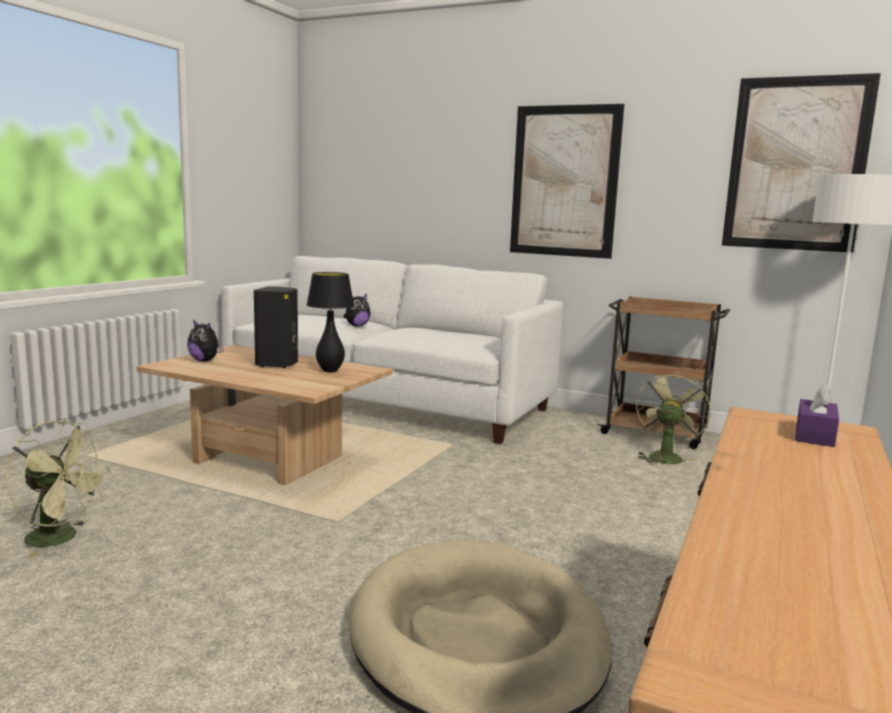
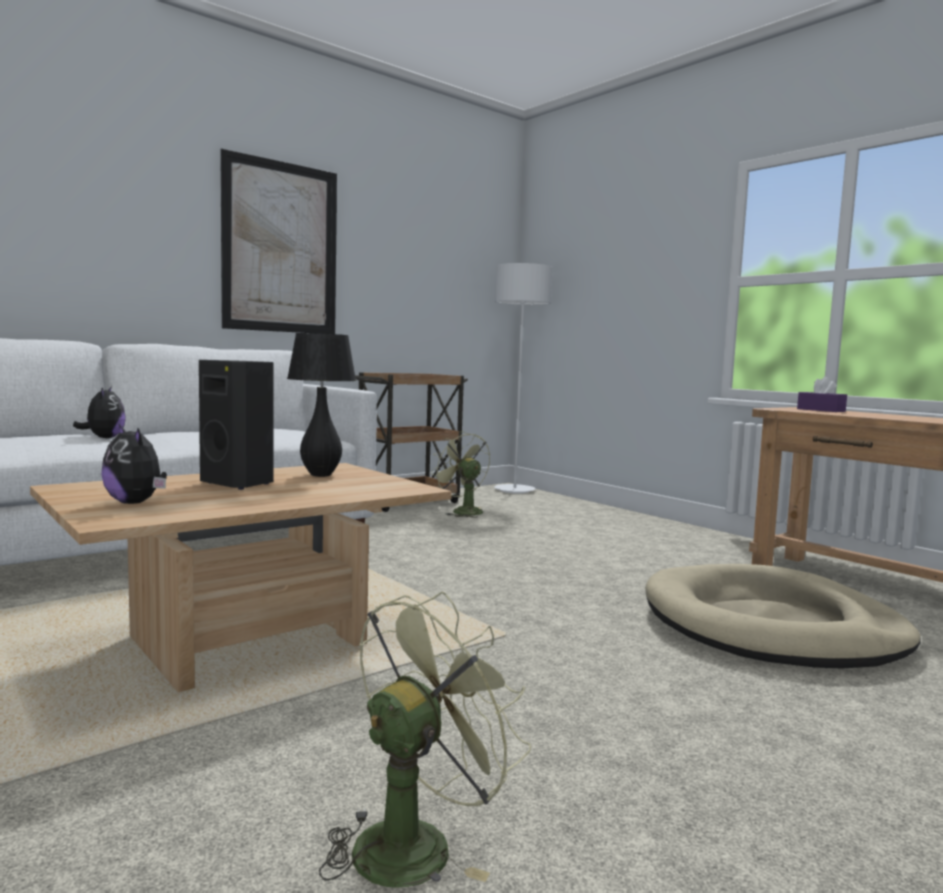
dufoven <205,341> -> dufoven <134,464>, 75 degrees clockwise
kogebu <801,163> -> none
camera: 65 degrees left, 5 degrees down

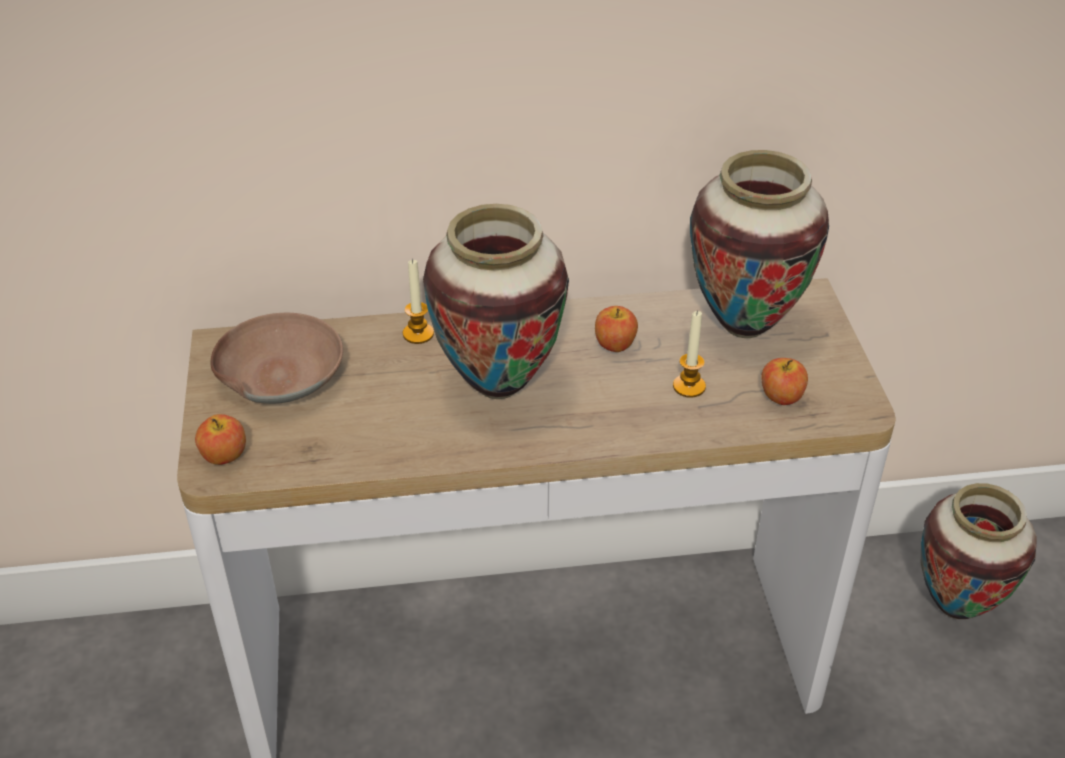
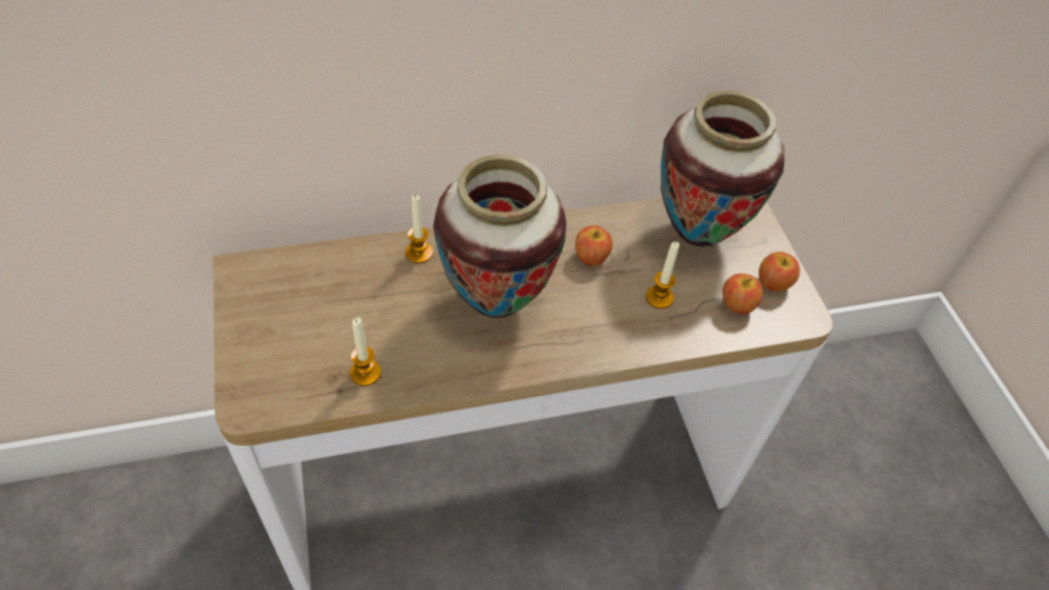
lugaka <220,439> -> lugaka <779,272>, shifted
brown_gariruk <276,358> -> none
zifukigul <979,551> -> none
none -> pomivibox <365,351>
camera: 10 degrees left, 10 degrees up

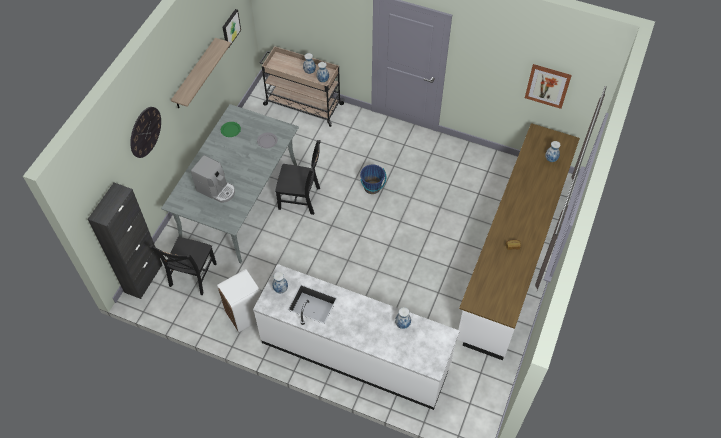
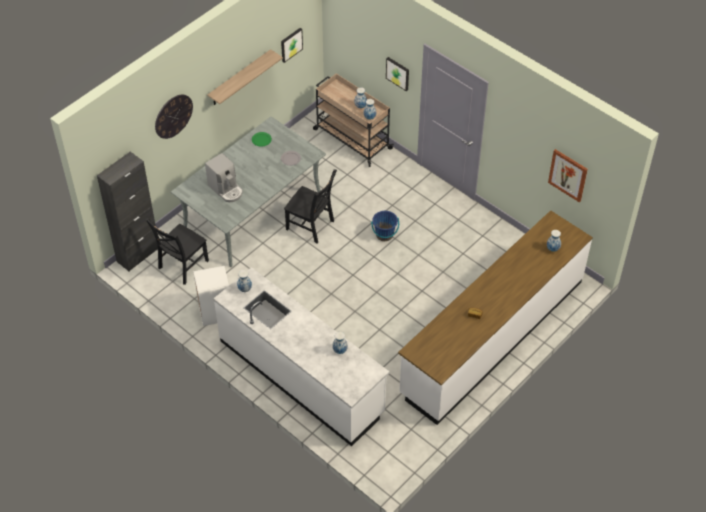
none -> kogebu <397,74>
camera: 20 degrees right, 5 degrees down

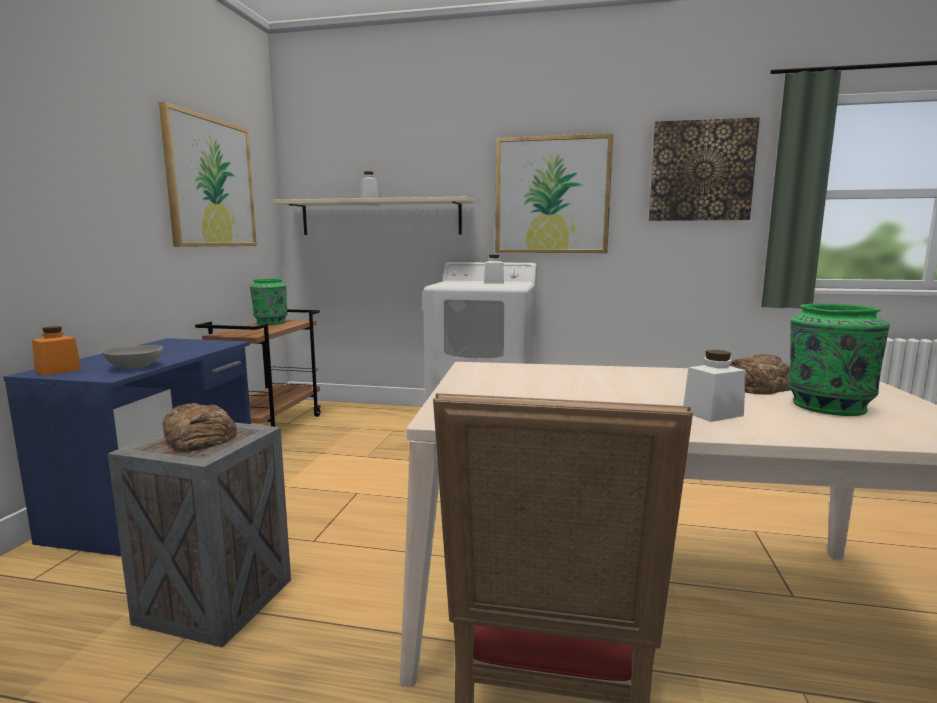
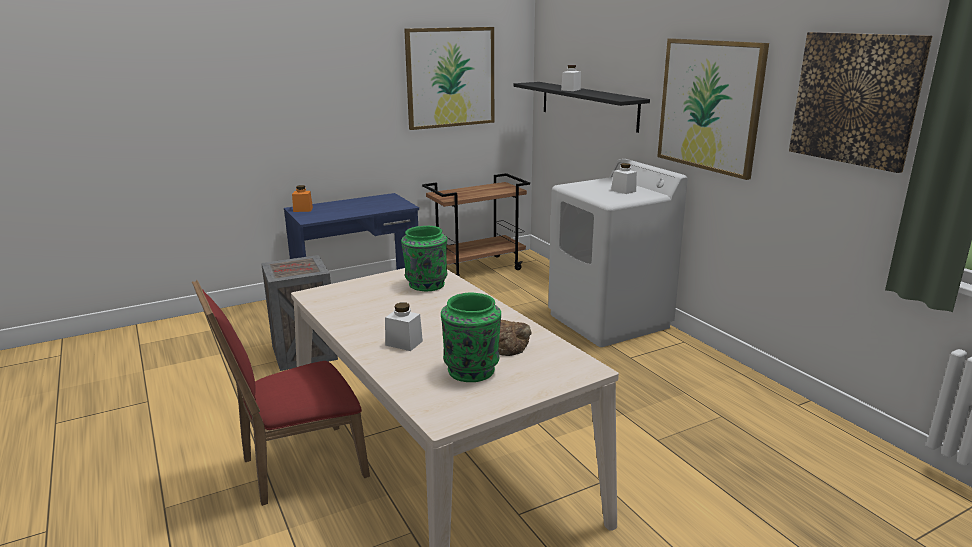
grey_gariruk <133,356> -> none
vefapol <200,427> -> none
green_zifukigul <269,301> -> green_zifukigul <424,258>, shifted
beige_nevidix <373,216> -> black_nevidix <581,107>
camera: 50 degrees right, 10 degrees up

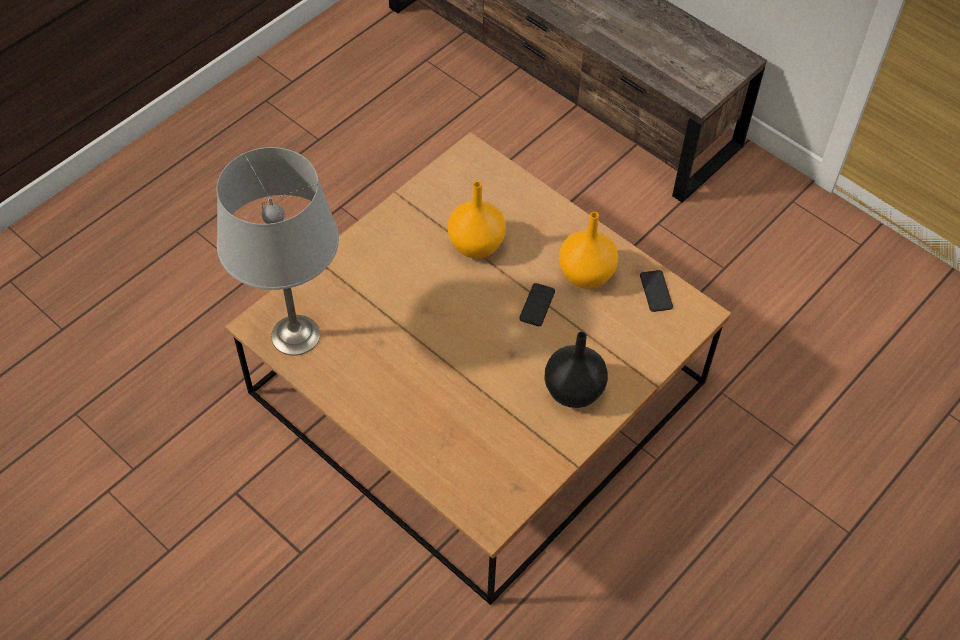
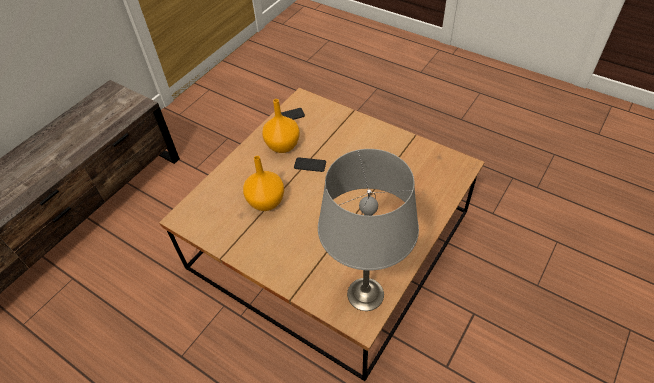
black_zifukigul <576,370> -> none
camera: 95 degrees left, 5 degrees down

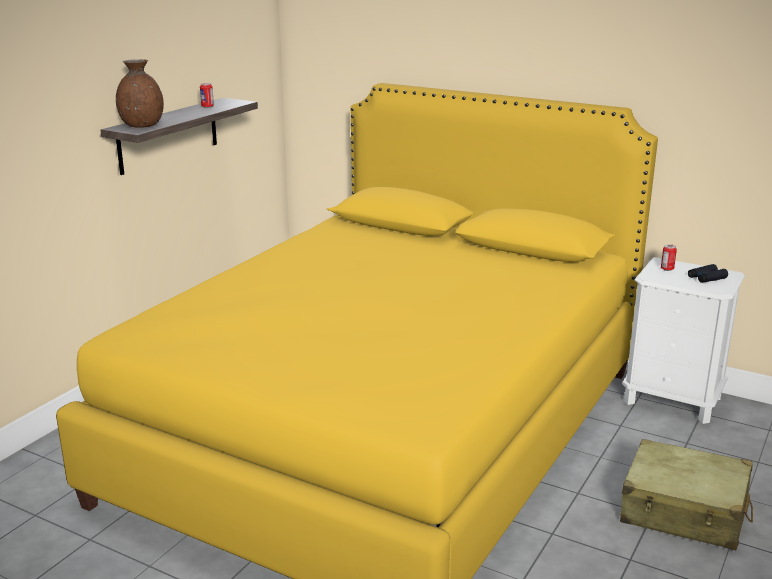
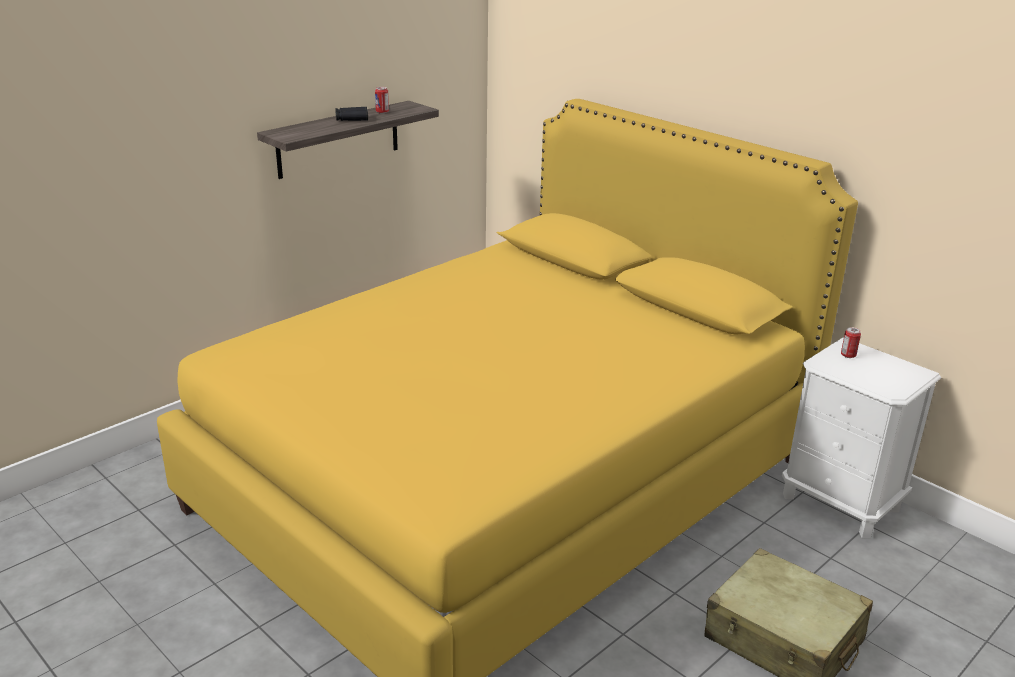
brown_zifukigul <140,93> -> none
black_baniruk <708,273> -> black_baniruk <351,114>, shifted
camera: 15 degrees right, 5 degrees up

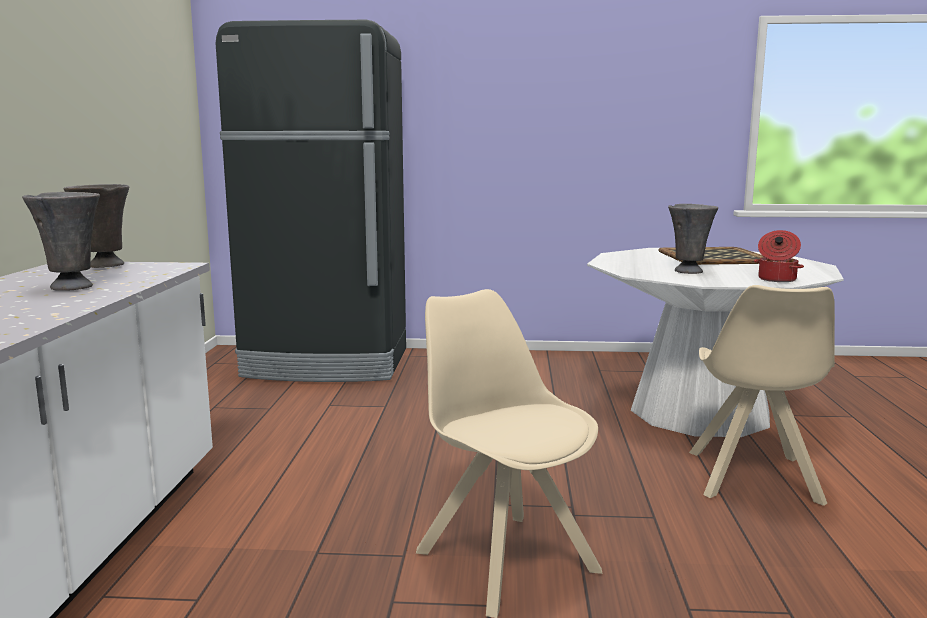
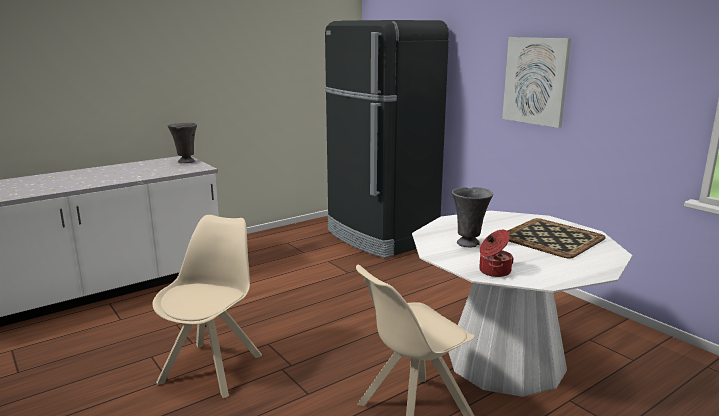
grey_zifukigul <61,241> -> none
none -> kogebu <536,82>
camera: 50 degrees right, 5 degrees up

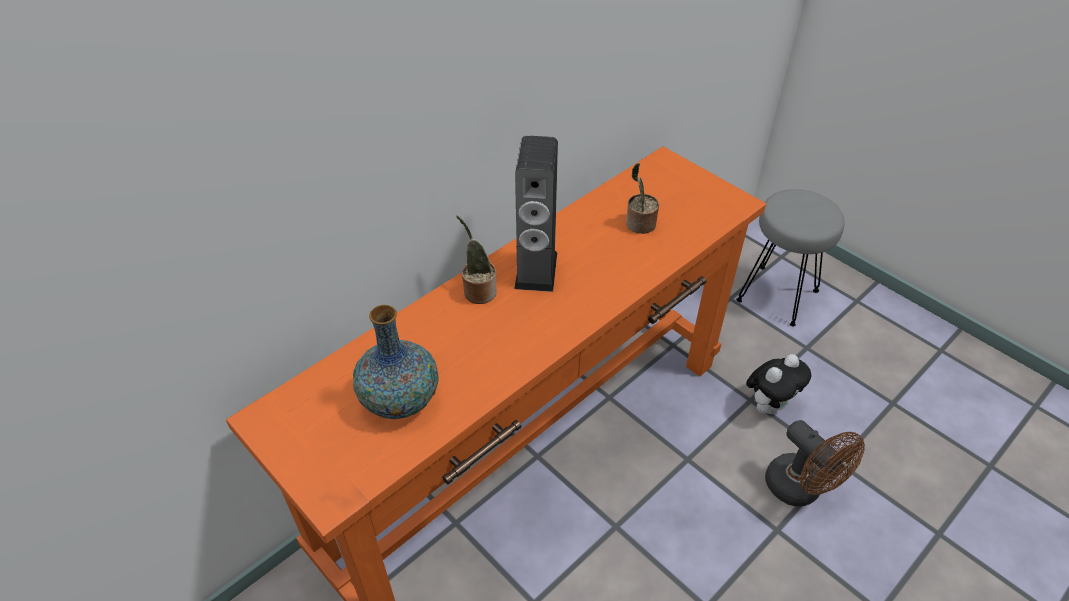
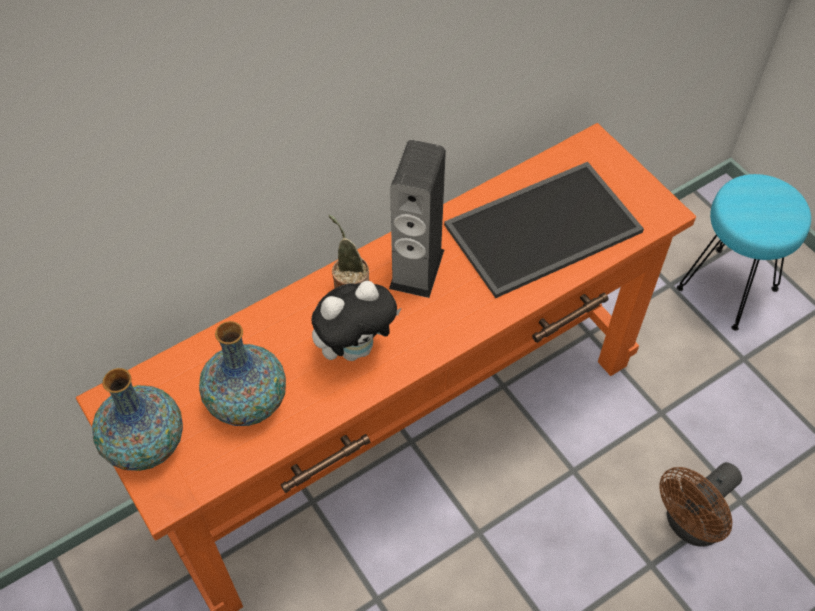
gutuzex <642,198> -> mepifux <544,230>
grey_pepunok <790,257> -> turquoise_pepunok <744,252>
dufoven <778,384> -> dufoven <356,321>, shifted
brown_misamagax <815,463> -> brown_misamagax <700,504>, 75 degrees clockwise
none -> zifukigul <137,419>
camera: 10 degrees right, 10 degrees up

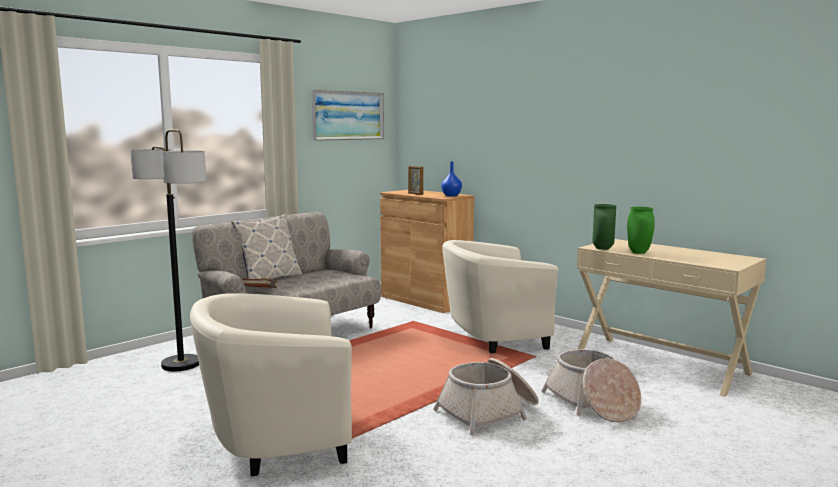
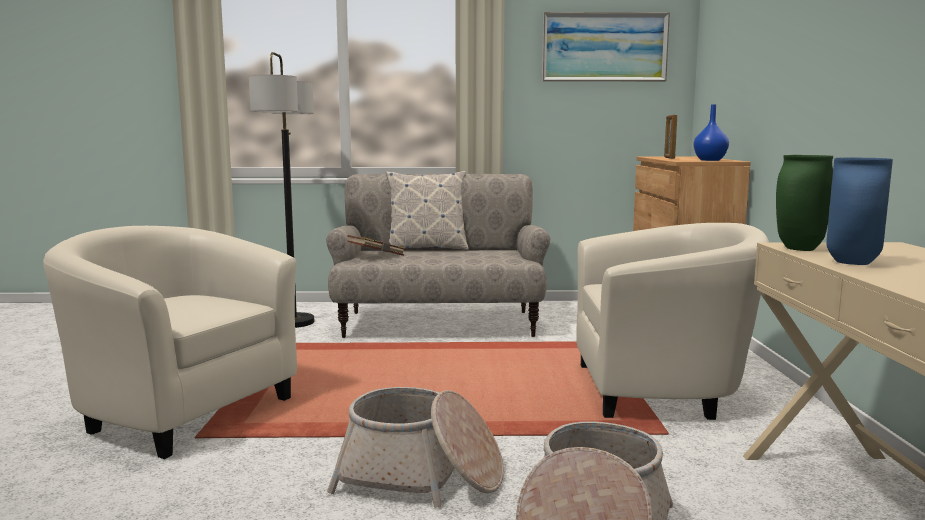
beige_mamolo <500,296> -> beige_mamolo <672,321>, 150 degrees clockwise
green_zifukigul <641,230> -> blue_zifukigul <859,211>
camera: 45 degrees right, 0 degrees up

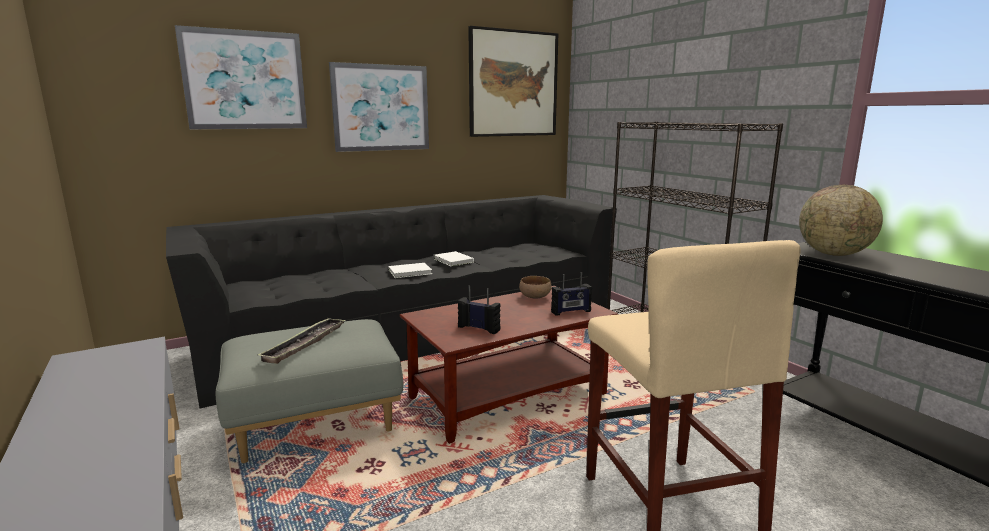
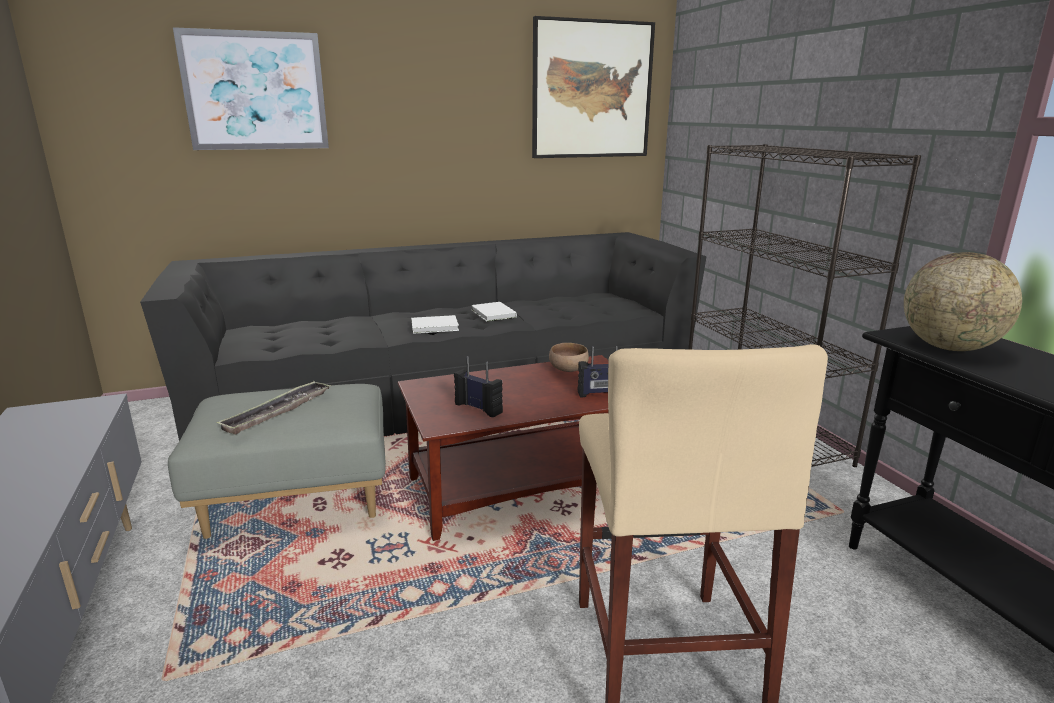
kogebu <379,107> -> none
camera: 10 degrees right, 5 degrees up

